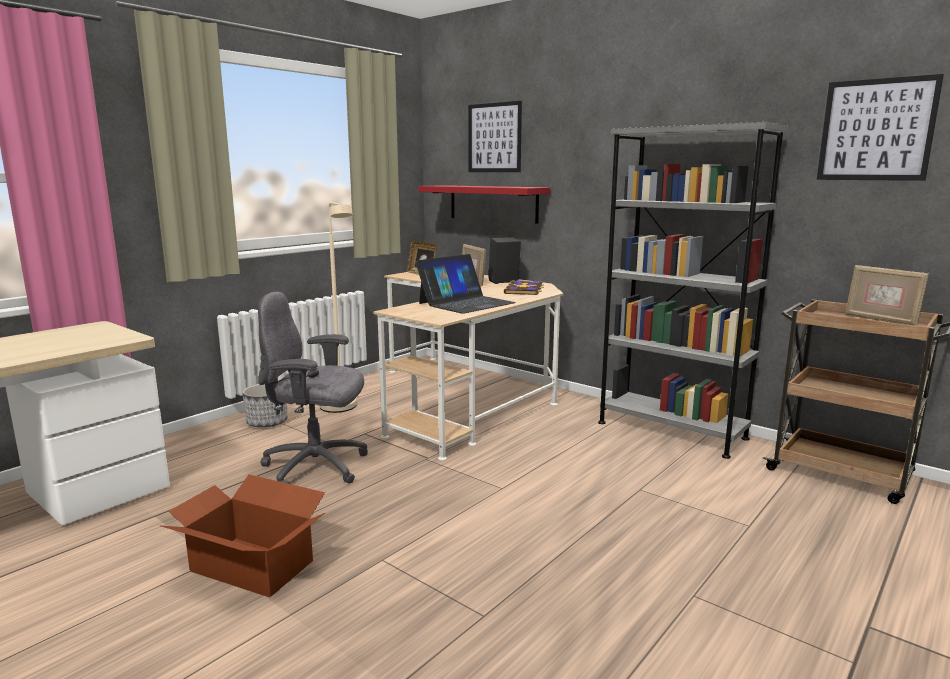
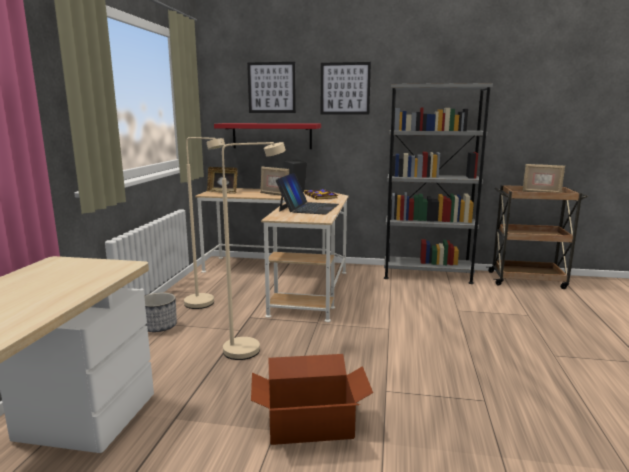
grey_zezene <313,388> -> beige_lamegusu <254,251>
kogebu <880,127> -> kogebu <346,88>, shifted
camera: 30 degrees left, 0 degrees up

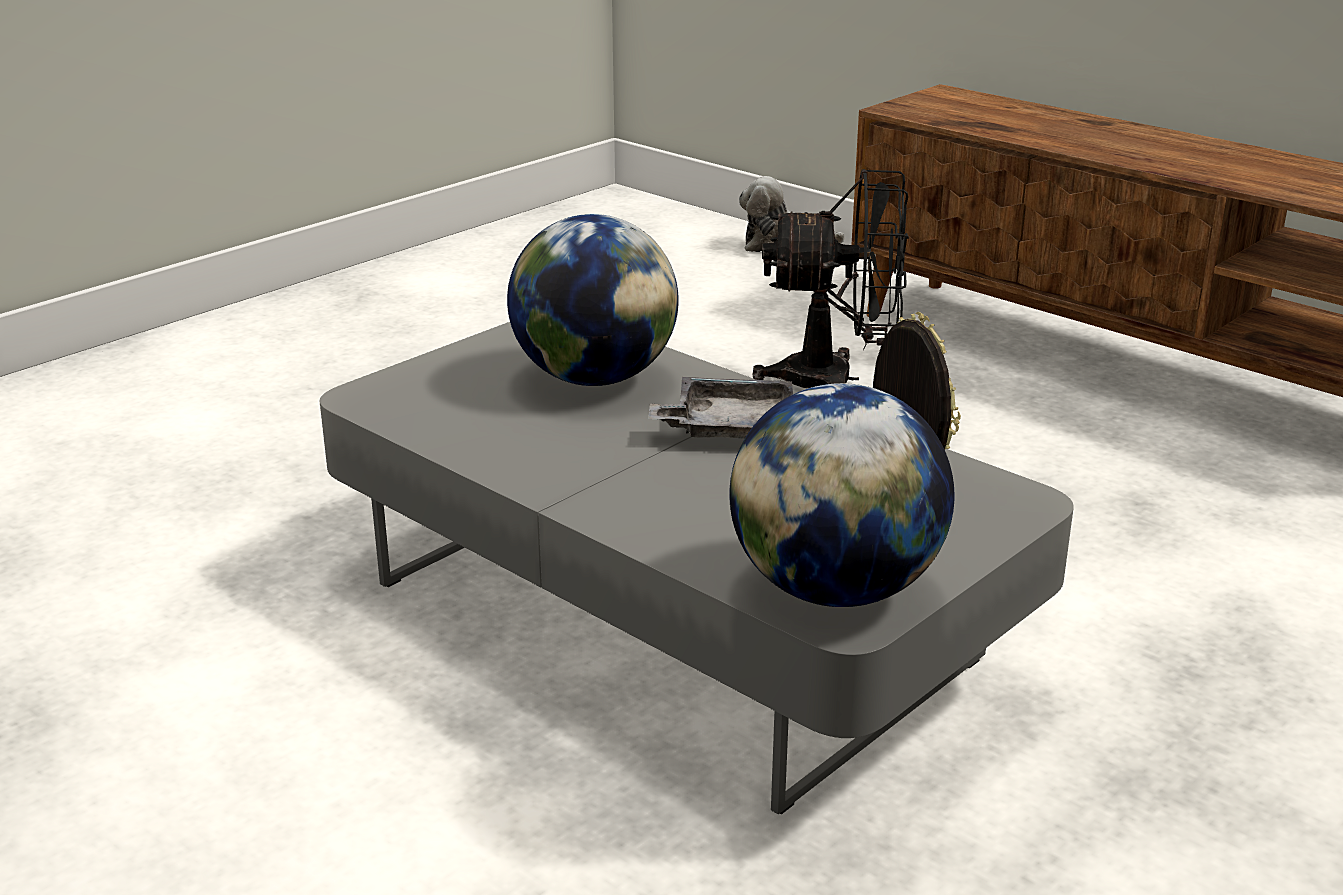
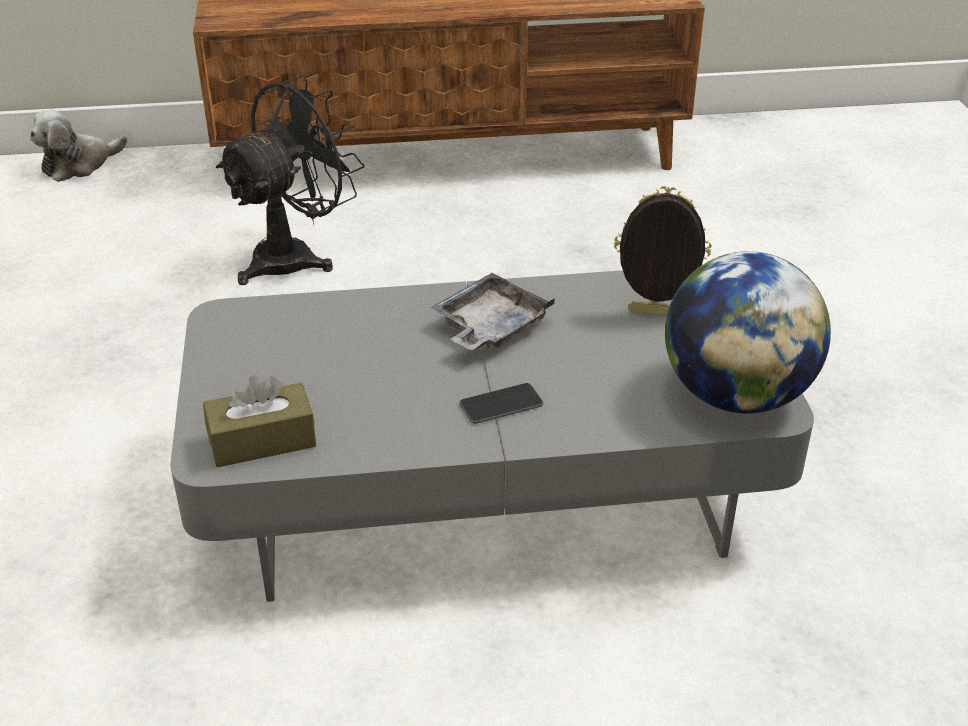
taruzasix <593,300> -> none
none -> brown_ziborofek <259,421>
none -> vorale <501,403>
camera: 50 degrees left, 10 degrees up

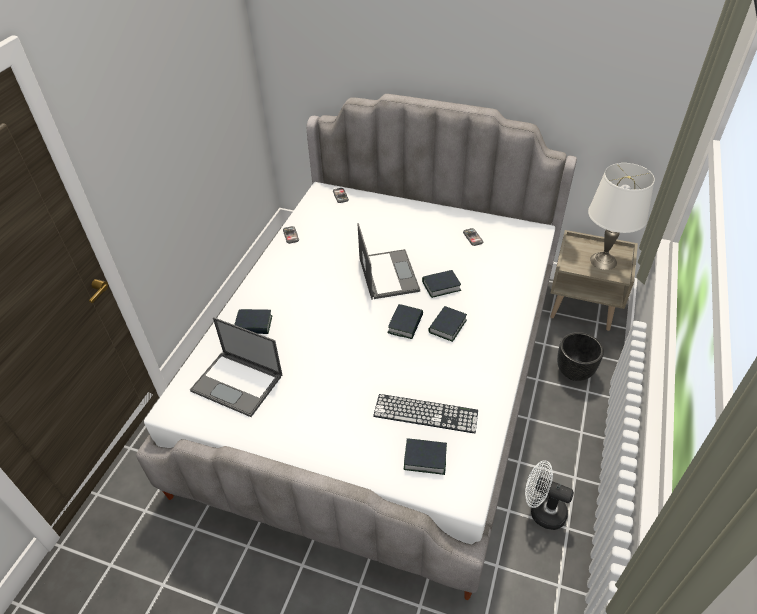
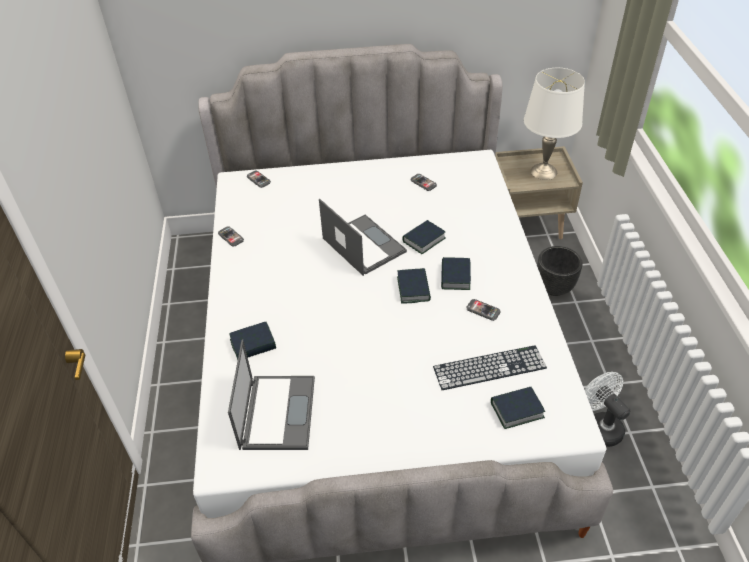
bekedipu <236,367> -> bekedipu <271,395>, 90 degrees counterclockwise
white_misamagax <549,495> -> white_misamagax <607,409>, 60 degrees clockwise
none -> vorale <483,310>
camera: 25 degrees left, 0 degrees up

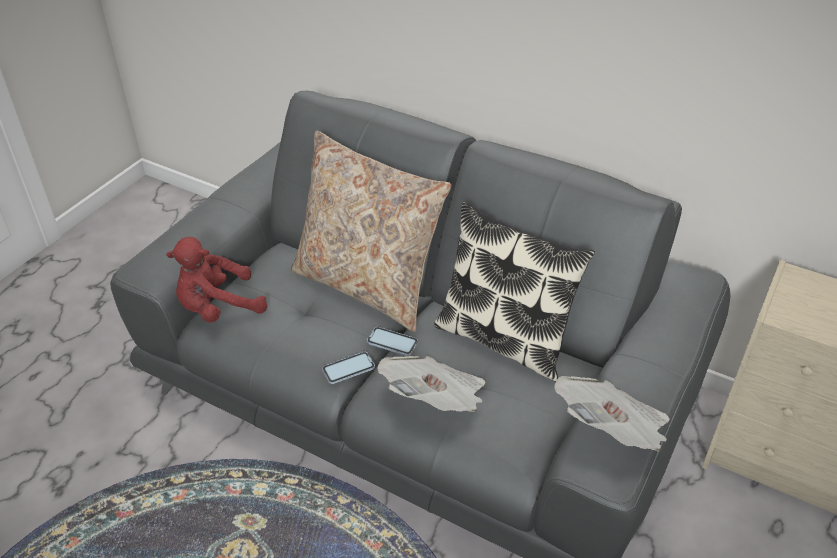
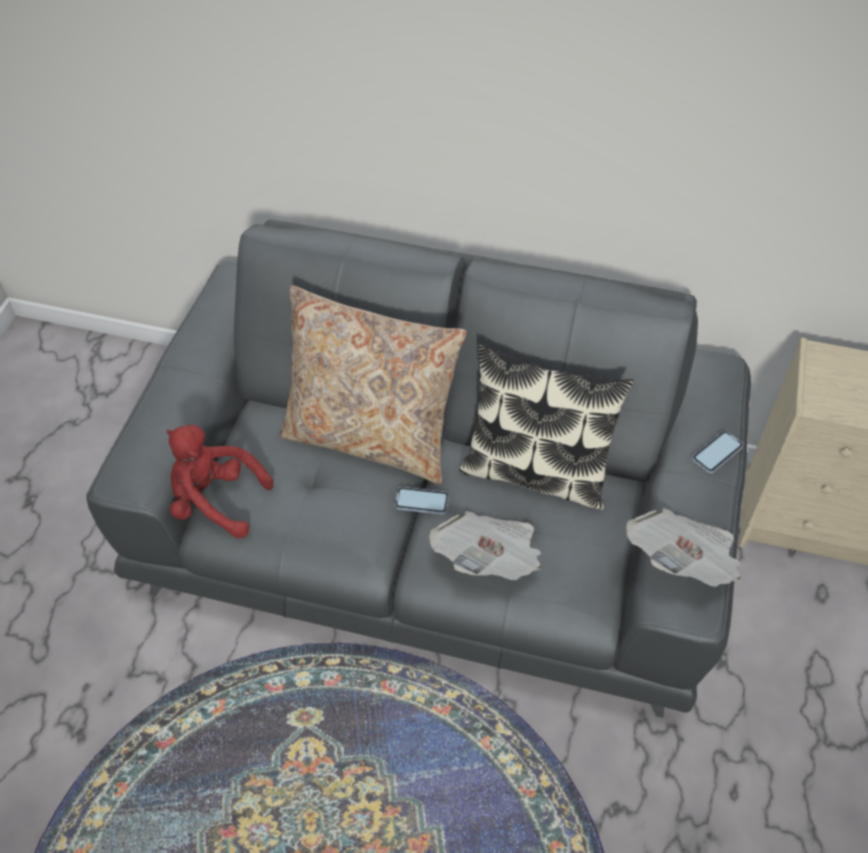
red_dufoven <216,280> -> red_dufoven <220,482>, 60 degrees clockwise
vorale <348,368> -> vorale <718,451>, shifted
camera: 15 degrees left, 10 degrees up

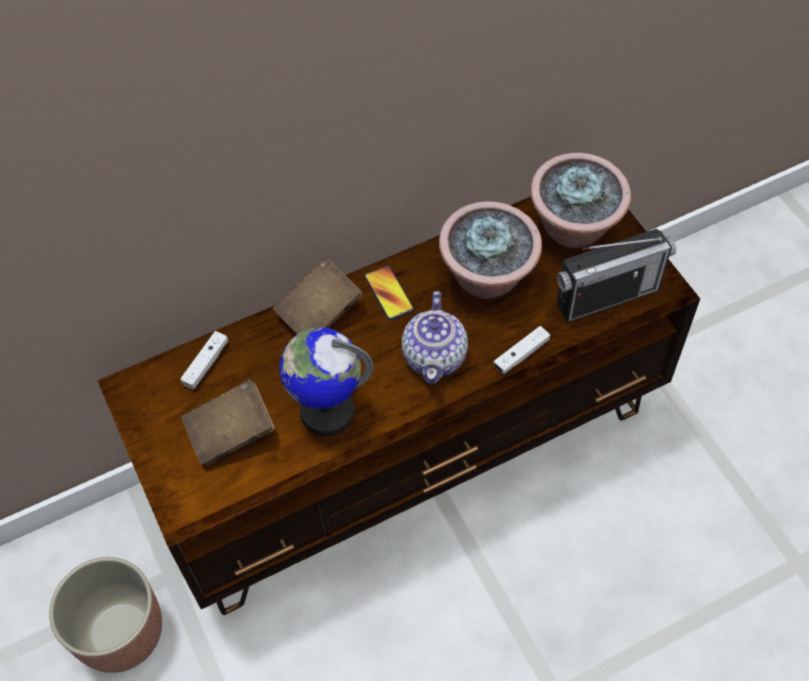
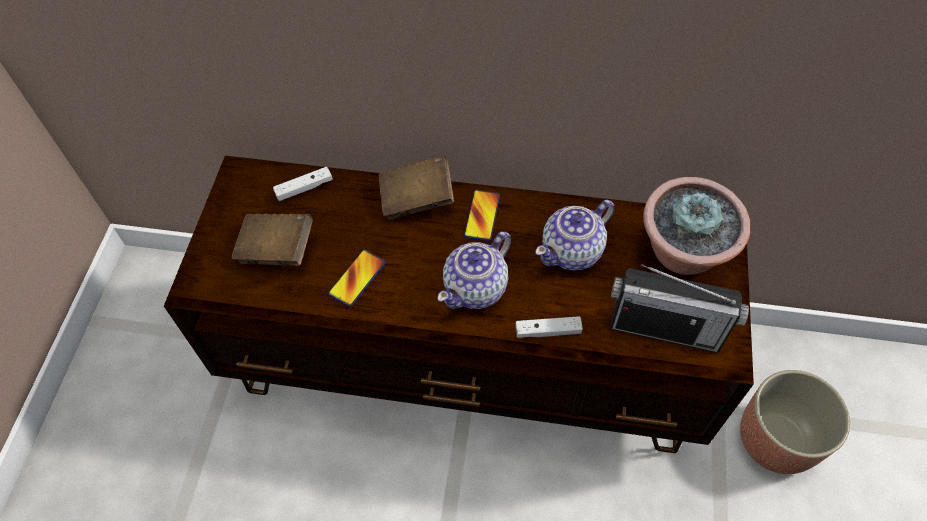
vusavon <105,615> -> vusavon <795,422>, shifted
taruzasix <326,381> -> vorale <357,278>
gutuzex <490,250> -> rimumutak <575,235>
camera: 35 degrees right, 0 degrees up

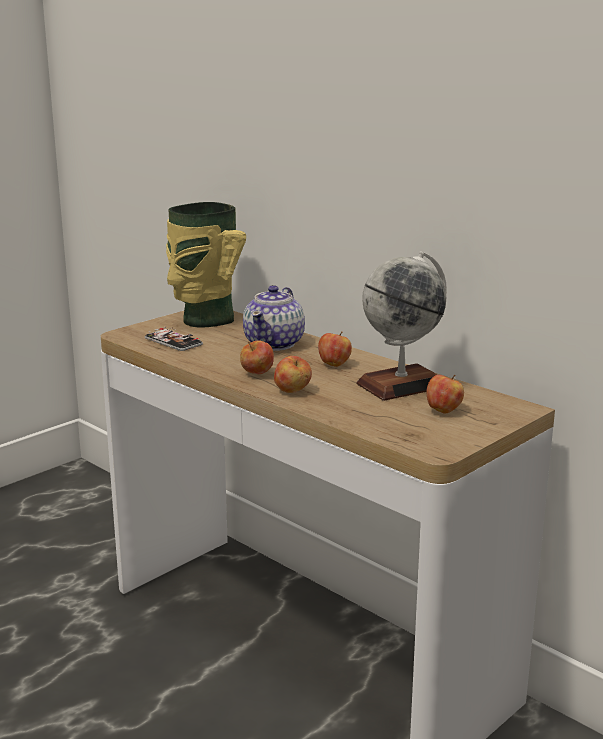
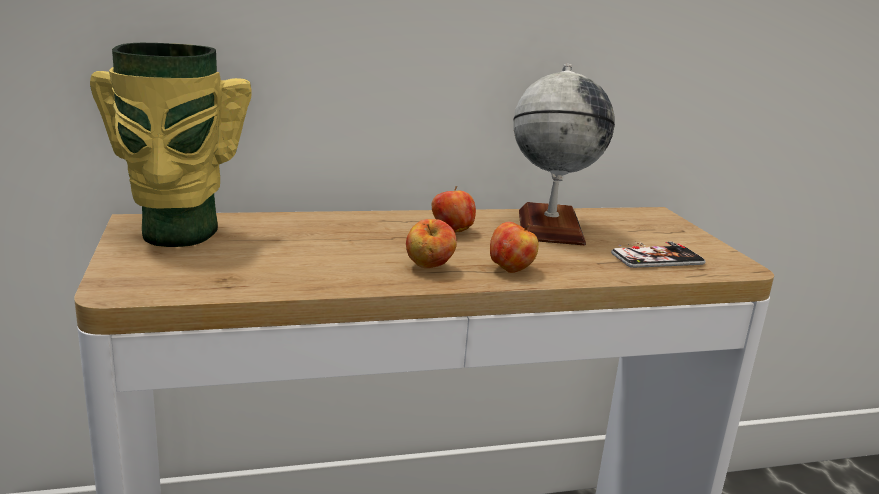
vorale <174,339> -> vorale <658,254>, shifted
rimumutak <274,318> -> none
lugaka <445,394> -> none
camera: 60 degrees left, 0 degrees up

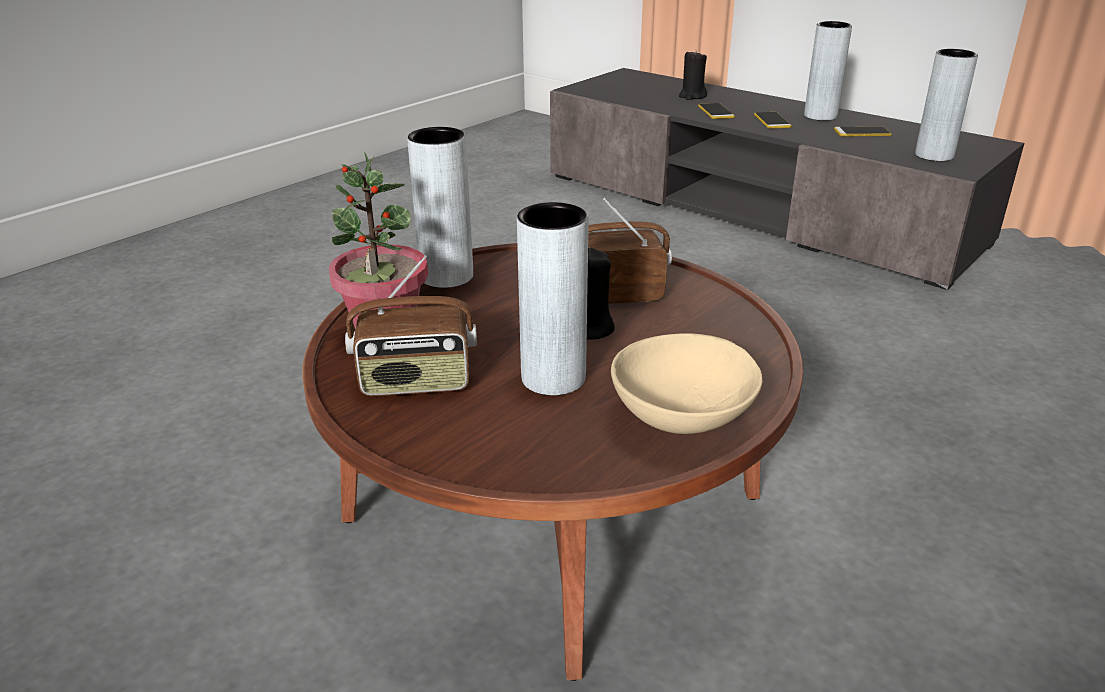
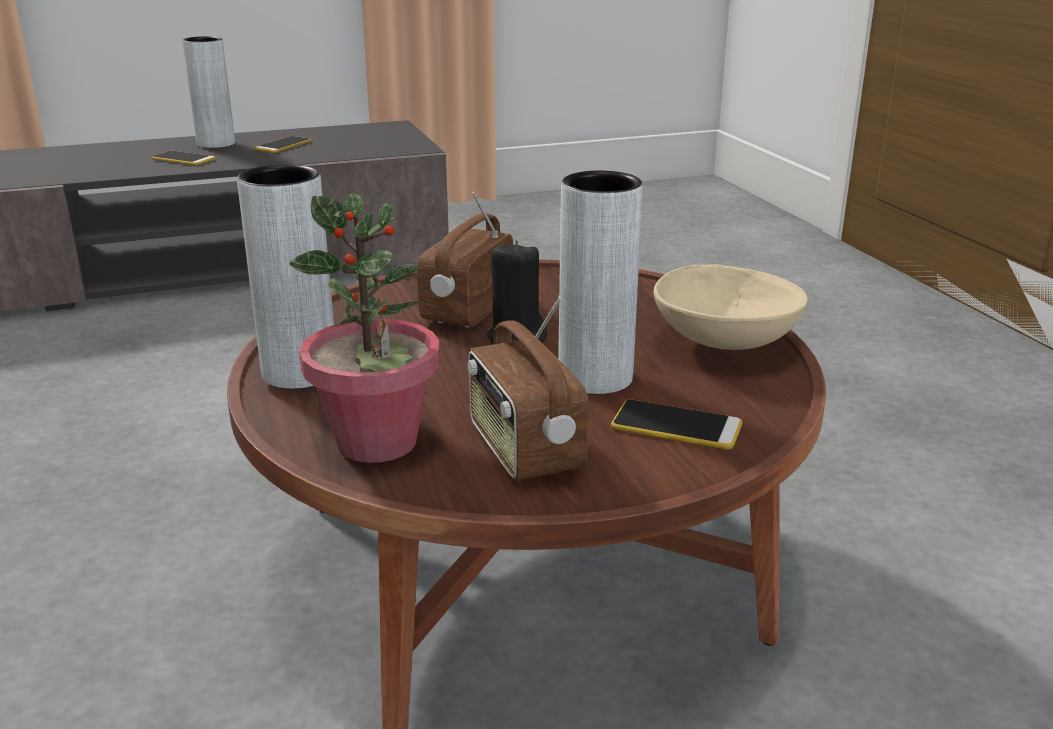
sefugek <411,325> -> sefugek <528,388>, 135 degrees clockwise
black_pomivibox <693,75> -> none
vorale <716,111> -> vorale <677,425>, shifted
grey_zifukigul <946,105> -> none
camera: 60 degrees left, 5 degrees down

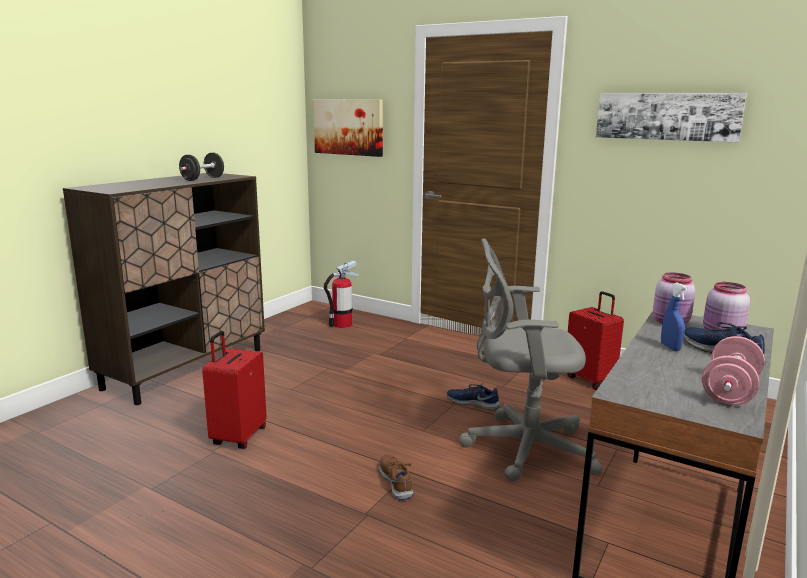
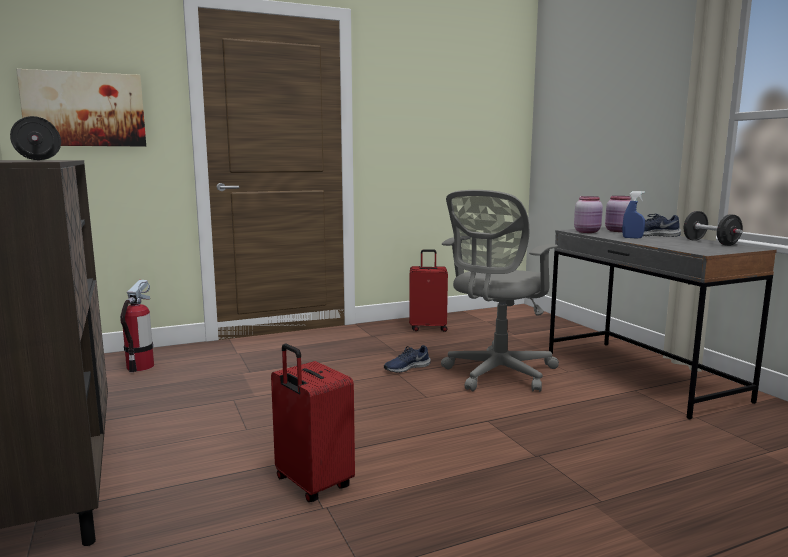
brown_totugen <396,477> -> none
kogebu <671,117> -> none
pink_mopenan <733,370> -> black_mopenan <713,228>
camera: 55 degrees left, 5 degrees down

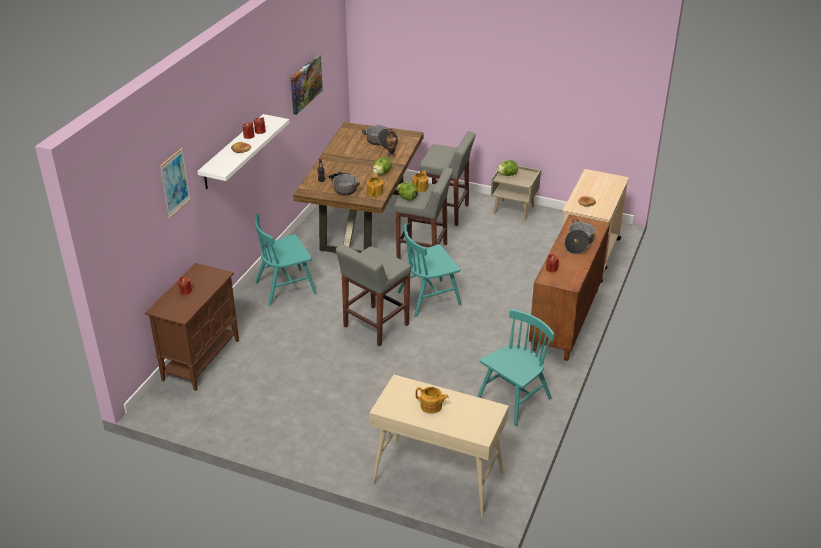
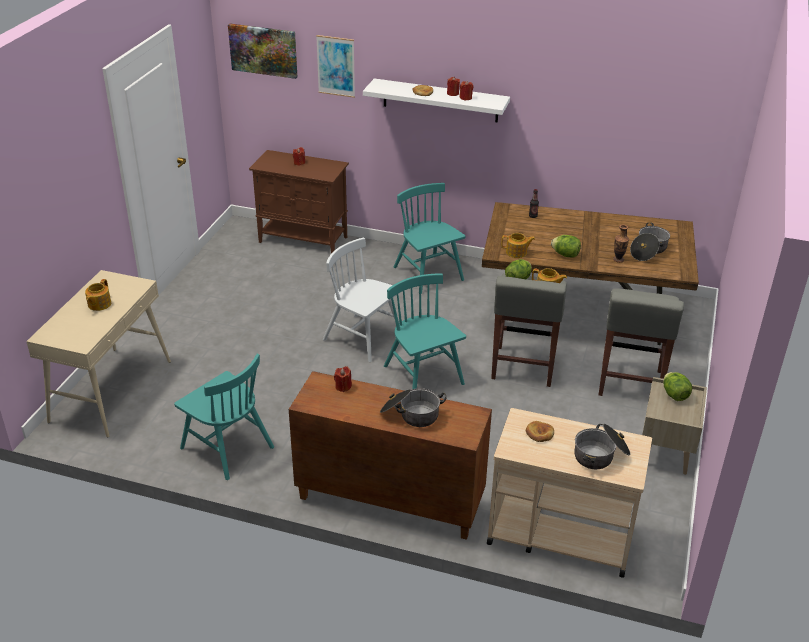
kogebu <307,85> -> kogebu <262,51>, shifted
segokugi <344,183> -> segokugi <602,446>, shifted
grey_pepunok <373,295> -> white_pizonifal <361,299>
camera: 85 degrees right, 0 degrees up

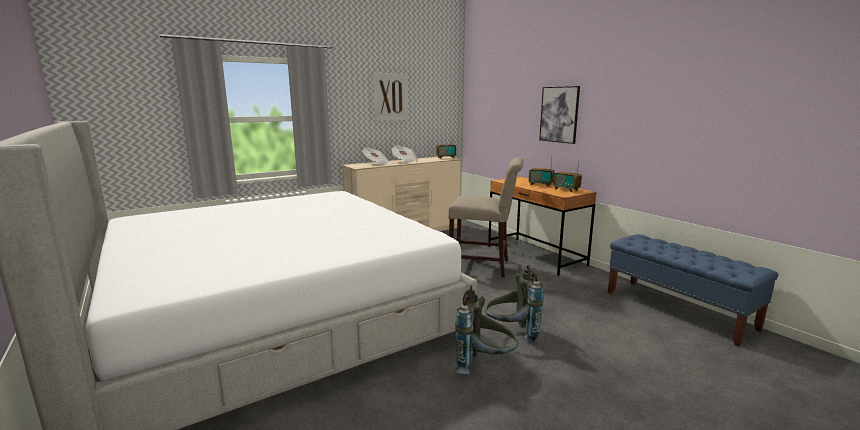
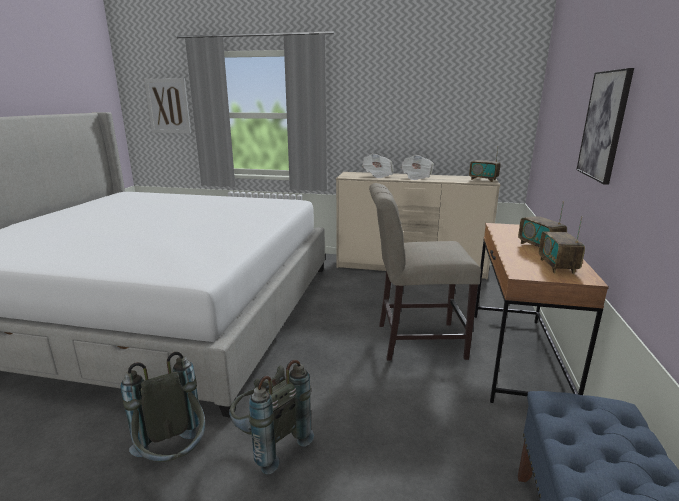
kogebu <390,97> -> kogebu <168,106>, shifted
beige_pizonifal <485,217> -> beige_pizonifal <425,272>, 120 degrees clockwise
camera: 45 degrees right, 5 degrees up

